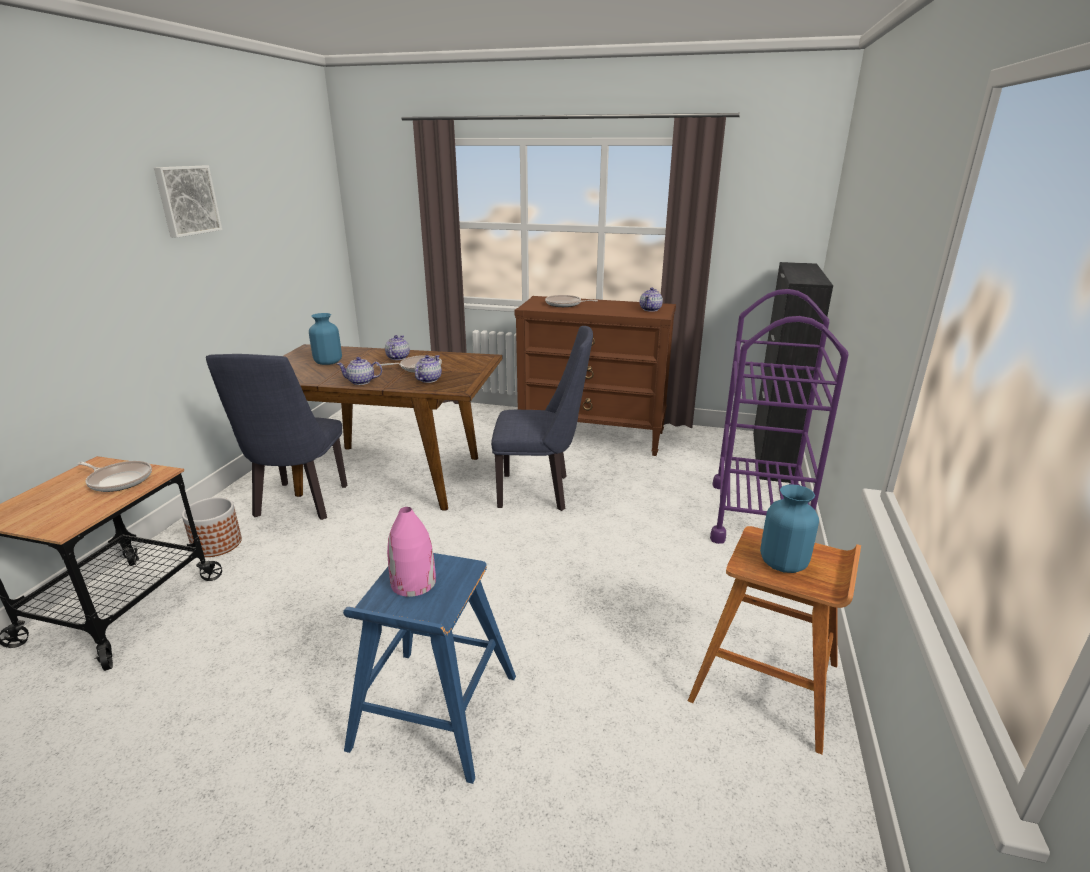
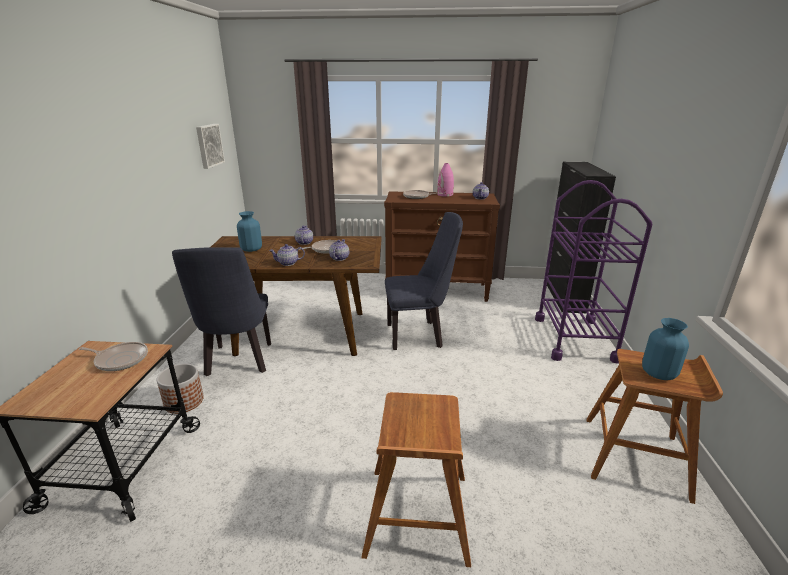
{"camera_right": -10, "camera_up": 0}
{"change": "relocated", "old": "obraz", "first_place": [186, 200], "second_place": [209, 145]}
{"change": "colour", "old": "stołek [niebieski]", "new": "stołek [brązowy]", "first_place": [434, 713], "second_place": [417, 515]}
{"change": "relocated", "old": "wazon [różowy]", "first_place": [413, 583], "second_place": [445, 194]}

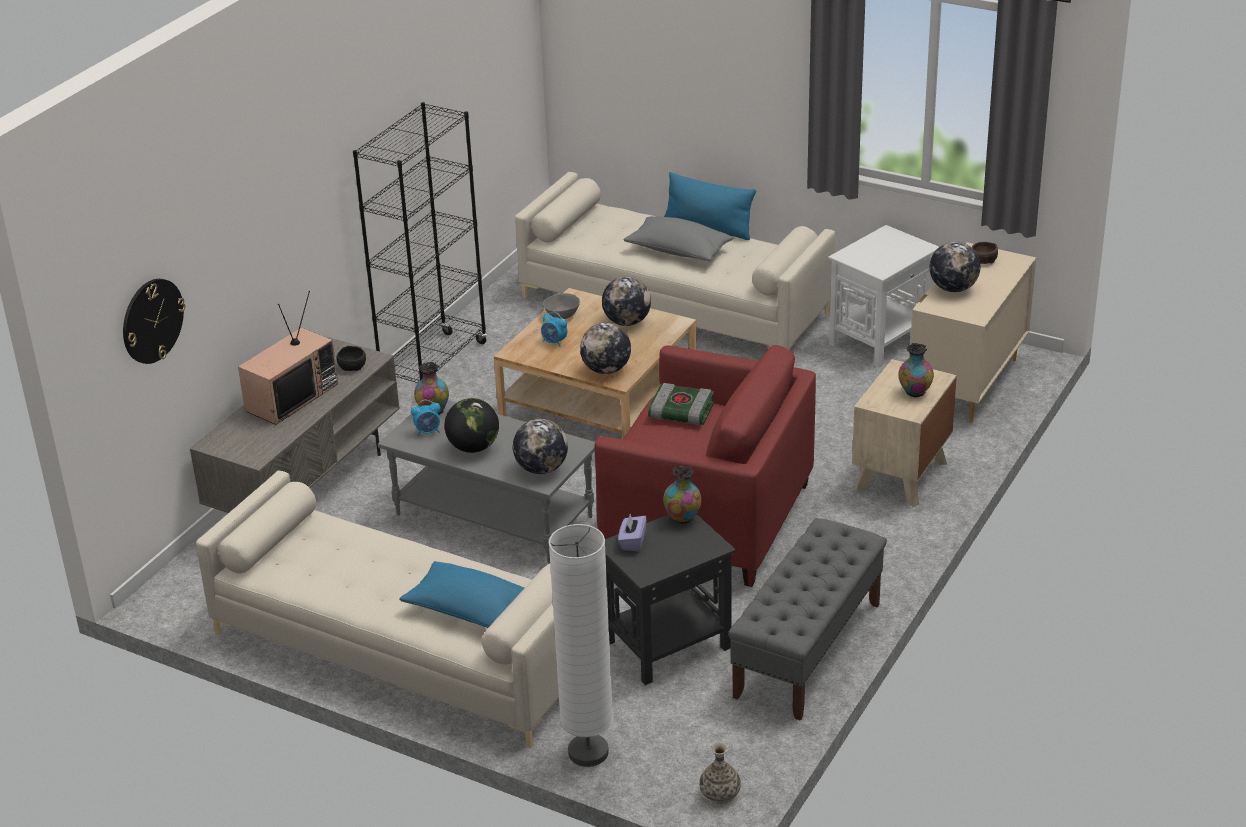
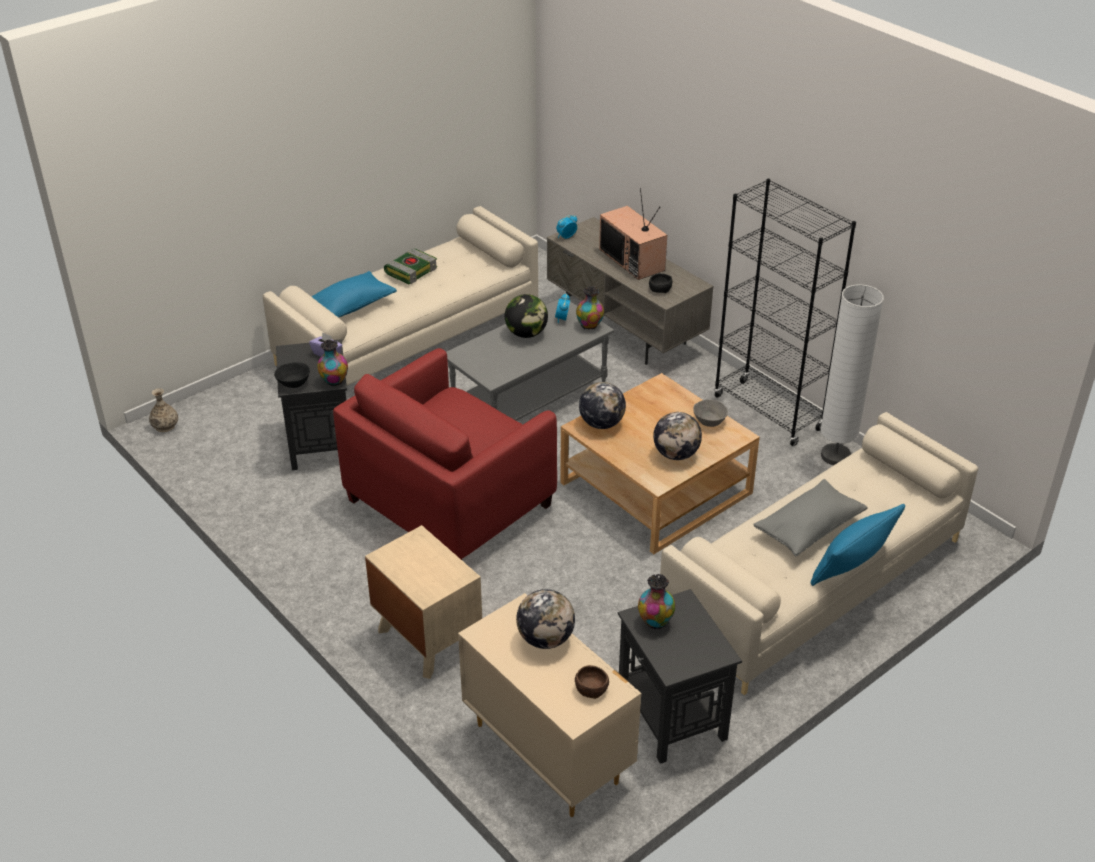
{"camera_right": 110, "camera_up": 5}
{"change": "missing", "old": "zegar ścienny", "first_place": [152, 320]}
{"change": "missing", "old": "globus", "first_place": [541, 469]}
{"change": "relocated", "old": "budzik", "first_place": [554, 342], "second_place": [566, 237]}
{"change": "relocated", "old": "lampa stojąca [biały]", "first_place": [588, 752], "second_place": [835, 456]}
{"change": "relocated", "old": "książka", "first_place": [680, 412], "second_place": [411, 270]}
{"change": "missing", "old": "ławka [szary]", "first_place": [808, 650]}
{"change": "colour", "old": "stolik [biały]", "new": "stolik [czarny]", "first_place": [881, 339], "second_place": [672, 717]}
{"change": "relocated", "old": "wazon", "first_place": [914, 392], "second_place": [655, 621]}
{"change": "appeared", "new": "miska [czarny]", "second_place": [294, 383]}

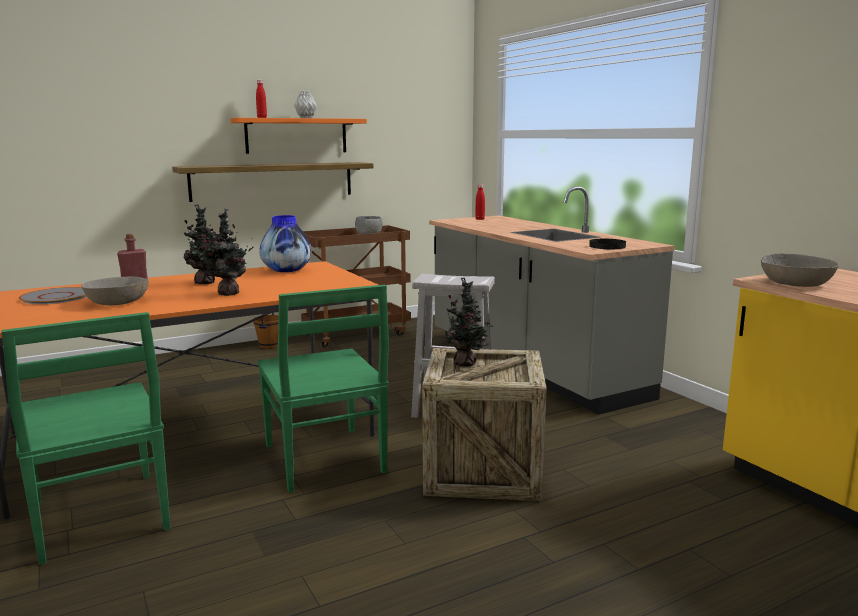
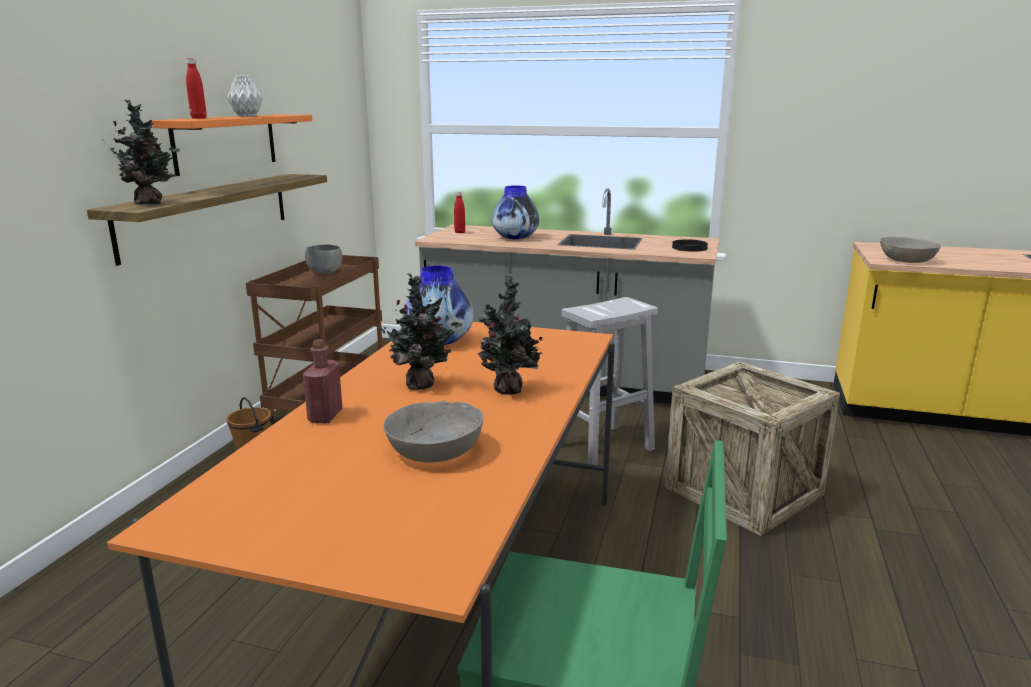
{"camera_right": -45, "camera_up": 5}
{"change": "missing", "old": "talerz [szary]", "first_place": [56, 297]}
{"change": "missing", "old": "krzesło [zielony]", "first_place": [324, 460]}
{"change": "relocated", "old": "roślina doniczkowa", "first_place": [467, 364], "second_place": [151, 203]}
{"change": "appeared", "new": "wazon", "second_place": [515, 238]}

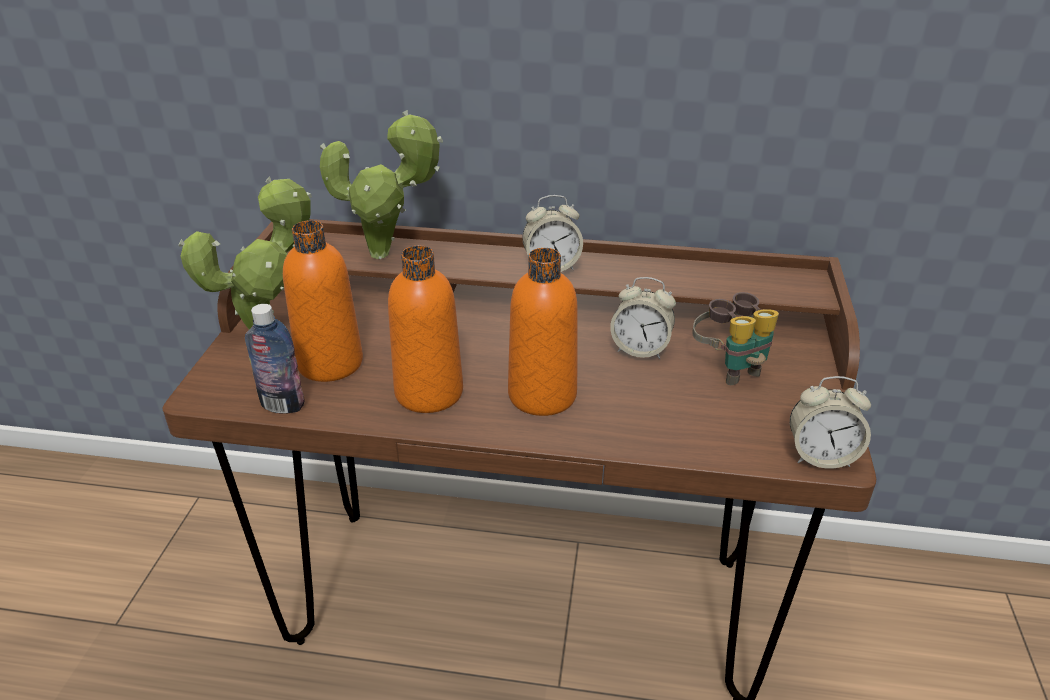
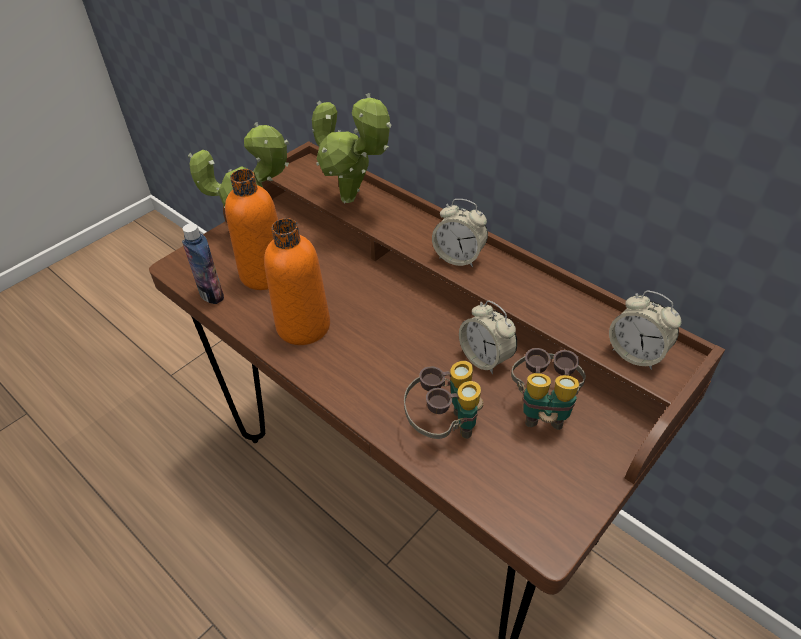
{"camera_right": 35, "camera_up": 10}
{"change": "missing", "old": "butelka [pomarańczowy]", "first_place": [542, 395]}
{"change": "relocated", "old": "budzik", "first_place": [820, 456], "second_place": [636, 353]}
{"change": "appeared", "new": "lornetka", "second_place": [443, 427]}

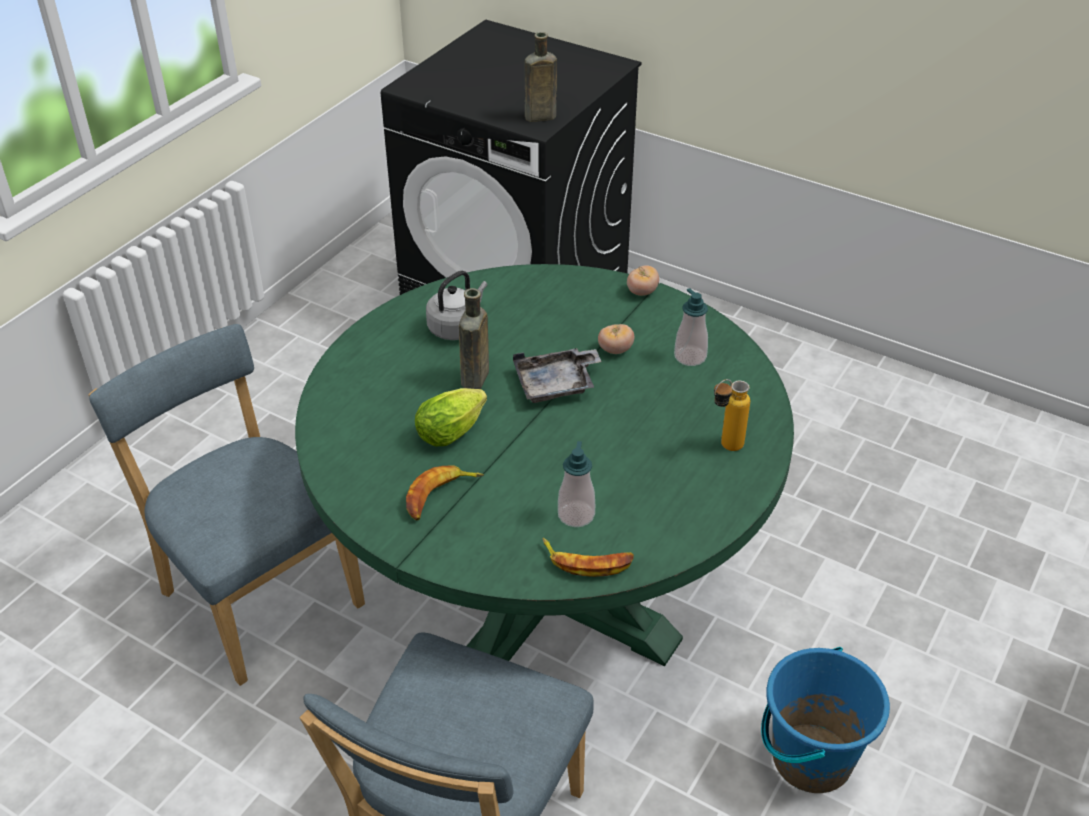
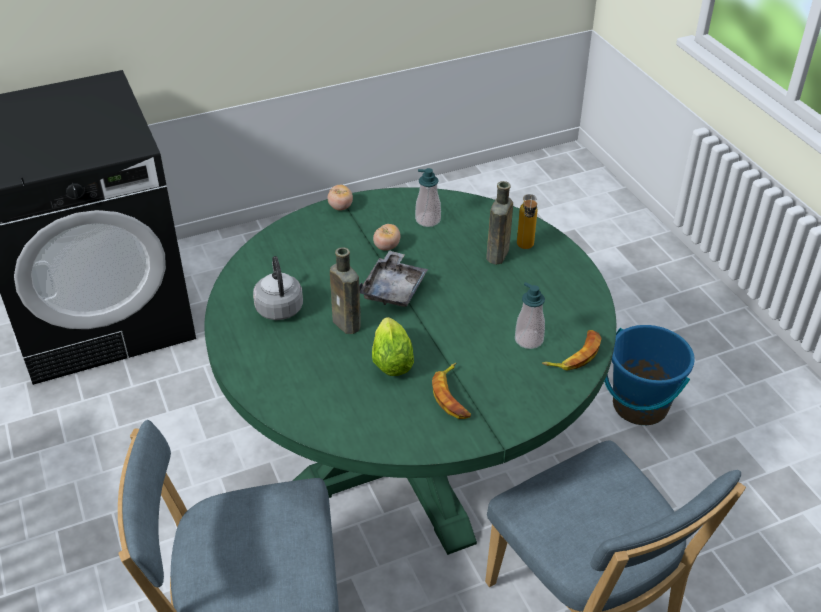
{"camera_right": -55, "camera_up": 0}
{"change": "relocated", "old": "butelka [brązowy]", "first_place": [538, 117], "second_place": [497, 256]}

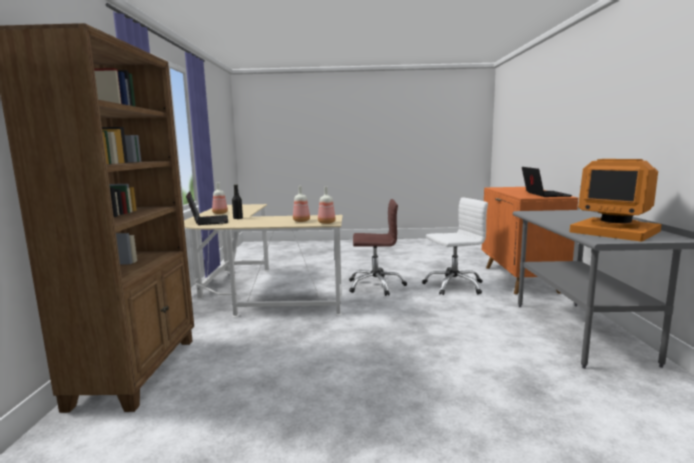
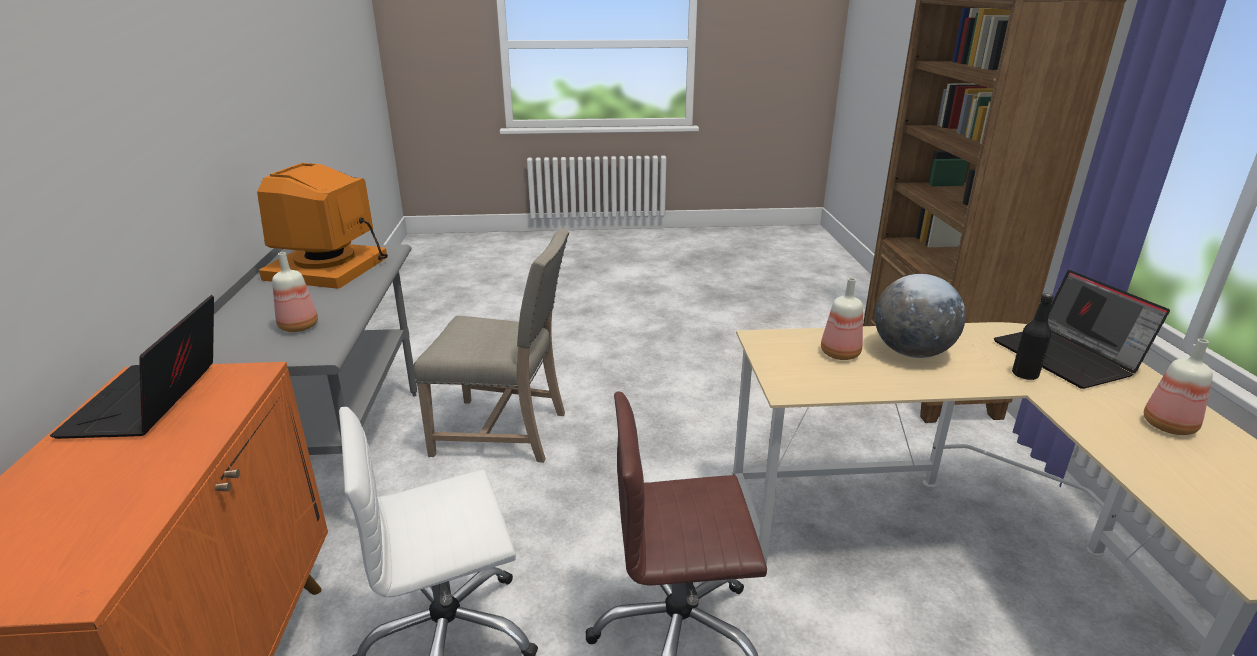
{"camera_right": 175, "camera_up": 15}
{"change": "relocated", "old": "butelka", "first_place": [326, 223], "second_place": [300, 326]}
{"change": "spun", "old": "monitor", "first_place": [615, 231], "second_place": [328, 268], "degrees": -120}
{"change": "appeared", "new": "krzesło [beżowy]", "second_place": [505, 432]}
{"change": "appeared", "new": "globus", "second_place": [911, 352]}

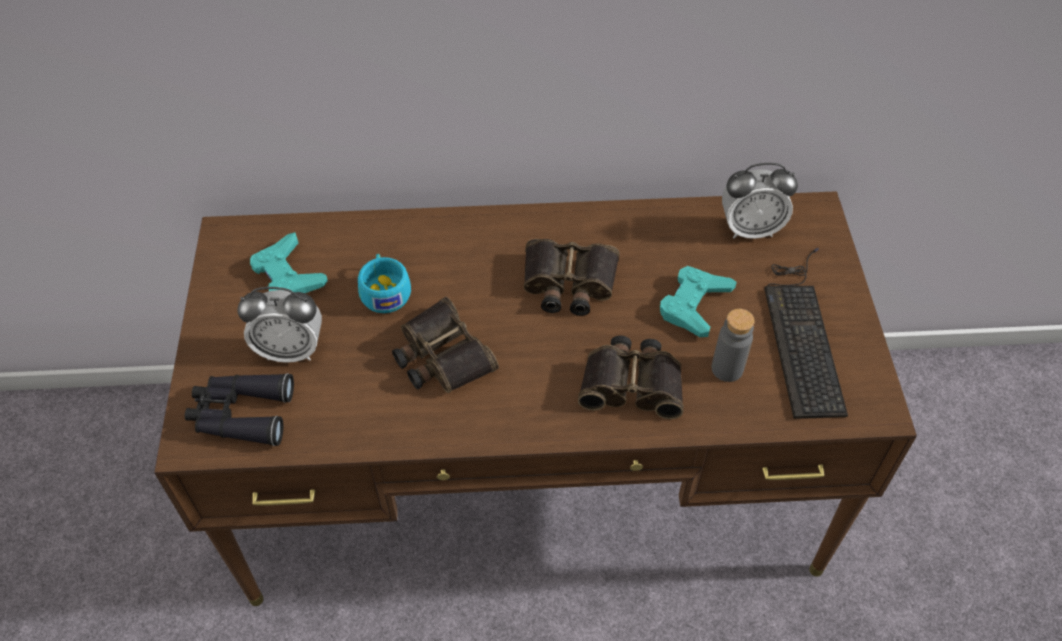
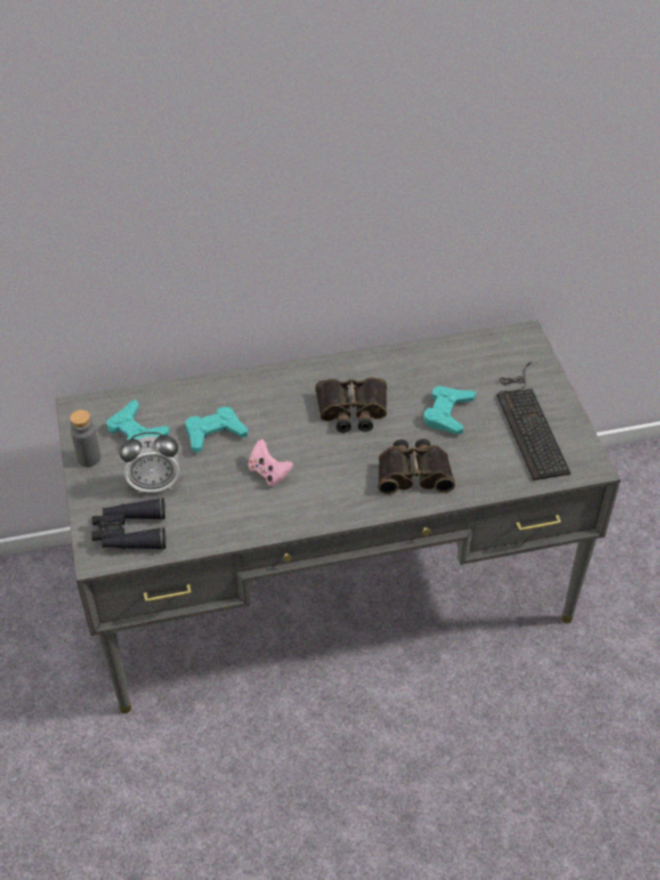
{"camera_right": -10, "camera_up": -5}
{"change": "colour", "old": "biurko [brązowy]", "new": "biurko [szary]", "first_place": [531, 478], "second_place": [330, 585]}
{"change": "exchanged", "old": "filiżanka [turkusowy]", "new": "pad do gier [turkusowy]", "first_place": [385, 291], "second_place": [214, 433]}
{"change": "exchanged", "old": "lornetka", "new": "pad do gier [różowy]", "first_place": [441, 356], "second_place": [269, 473]}
{"change": "relocated", "old": "butelka [szary]", "first_place": [727, 368], "second_place": [89, 458]}
{"change": "missing", "old": "budzik", "first_place": [750, 229]}

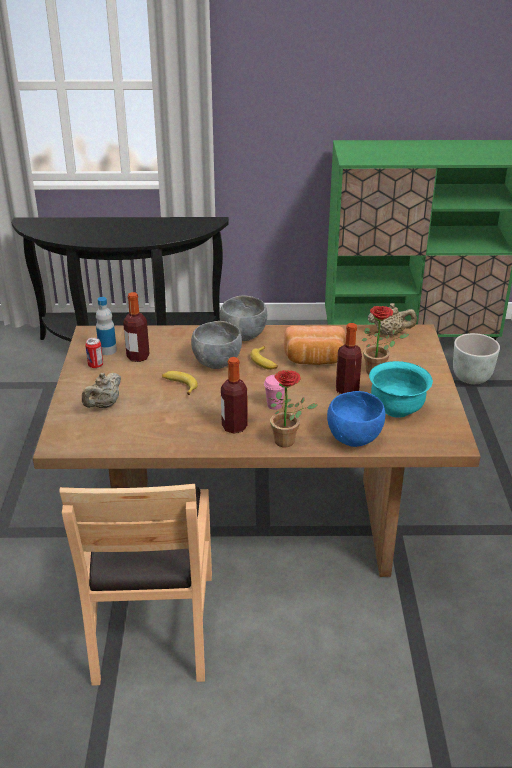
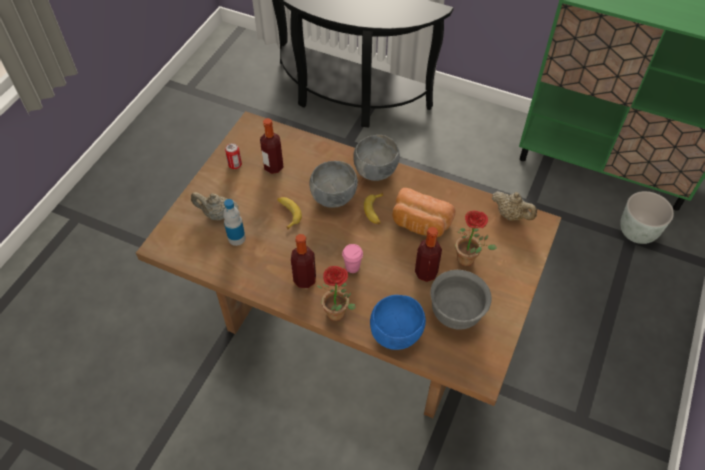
{"camera_right": 25, "camera_up": 20}
{"change": "missing", "old": "krzesło [brązowy]", "first_place": [152, 625]}
{"change": "spun", "old": "imbryk [beżowy]", "first_place": [104, 405], "second_place": [217, 214], "degrees": 45}
{"change": "relocated", "old": "butelka", "first_place": [107, 350], "second_place": [236, 238]}
{"change": "colour", "old": "miska [turkusowy]", "new": "miska [szary]", "first_place": [397, 409], "second_place": [456, 314]}

